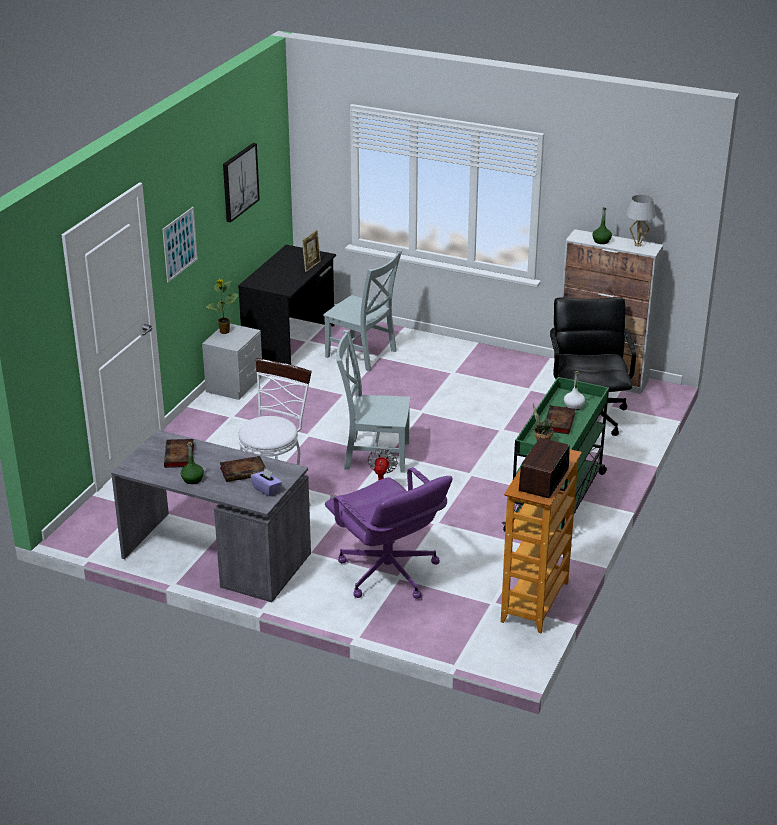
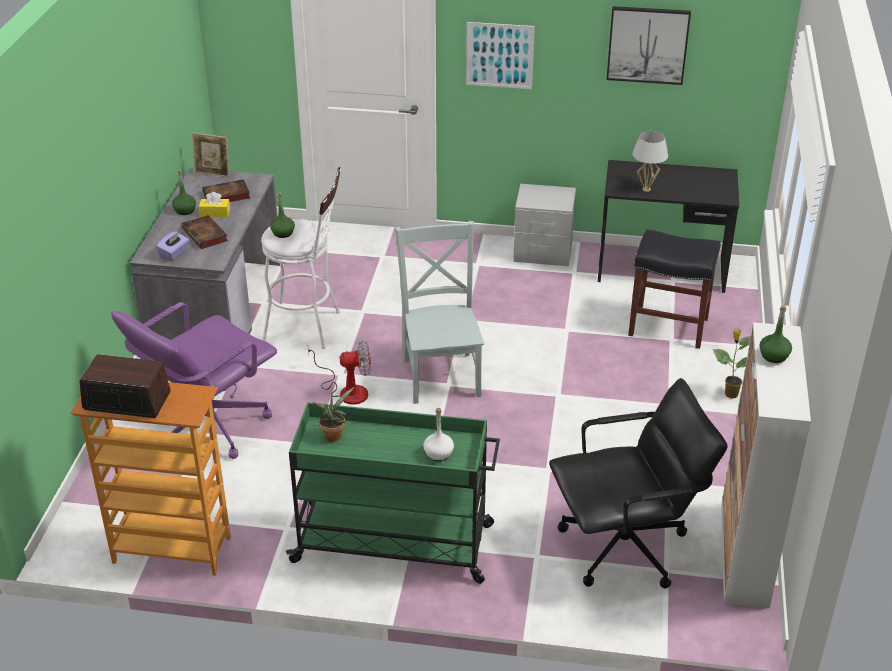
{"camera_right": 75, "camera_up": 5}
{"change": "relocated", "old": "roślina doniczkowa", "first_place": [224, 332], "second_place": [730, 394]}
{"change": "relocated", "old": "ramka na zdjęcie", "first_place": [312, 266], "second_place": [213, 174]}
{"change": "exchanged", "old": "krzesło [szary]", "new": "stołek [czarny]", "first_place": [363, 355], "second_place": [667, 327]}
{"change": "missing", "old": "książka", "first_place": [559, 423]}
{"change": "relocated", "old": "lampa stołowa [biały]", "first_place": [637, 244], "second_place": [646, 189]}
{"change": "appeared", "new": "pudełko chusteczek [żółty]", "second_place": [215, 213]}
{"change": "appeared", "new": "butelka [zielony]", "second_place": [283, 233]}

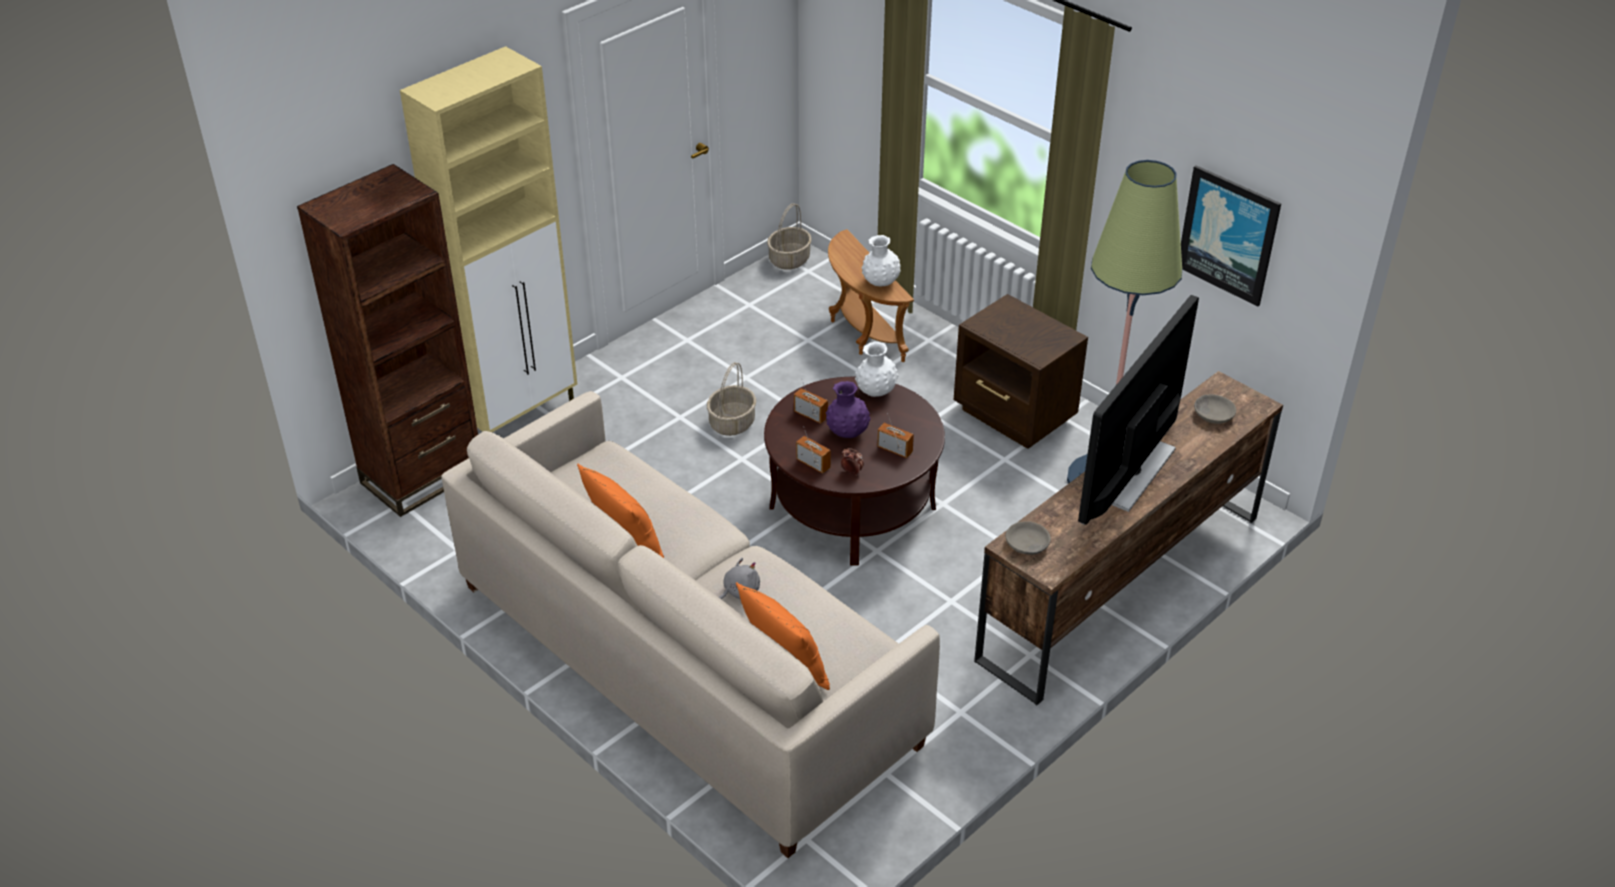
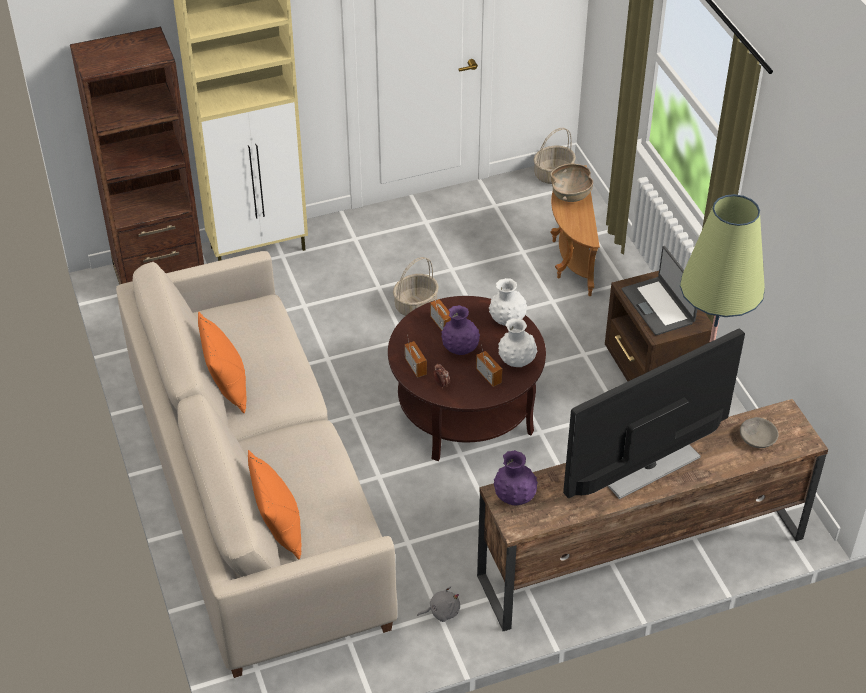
{"camera_right": 25, "camera_up": 5}
{"change": "relocated", "old": "pluszak [szary]", "first_place": [739, 592], "second_place": [442, 611]}
{"change": "relocated", "old": "wazon [biały]", "first_place": [880, 283], "second_place": [516, 362]}
{"change": "exchanged", "old": "miska [szary]", "new": "wazon [fioletowy]", "first_place": [1027, 544], "second_place": [514, 498]}
{"change": "missing", "old": "obraz", "first_place": [1229, 234]}
{"change": "appeared", "new": "miska [brązowy]", "second_place": [571, 194]}
{"change": "appeared", "new": "laptop", "second_place": [658, 306]}

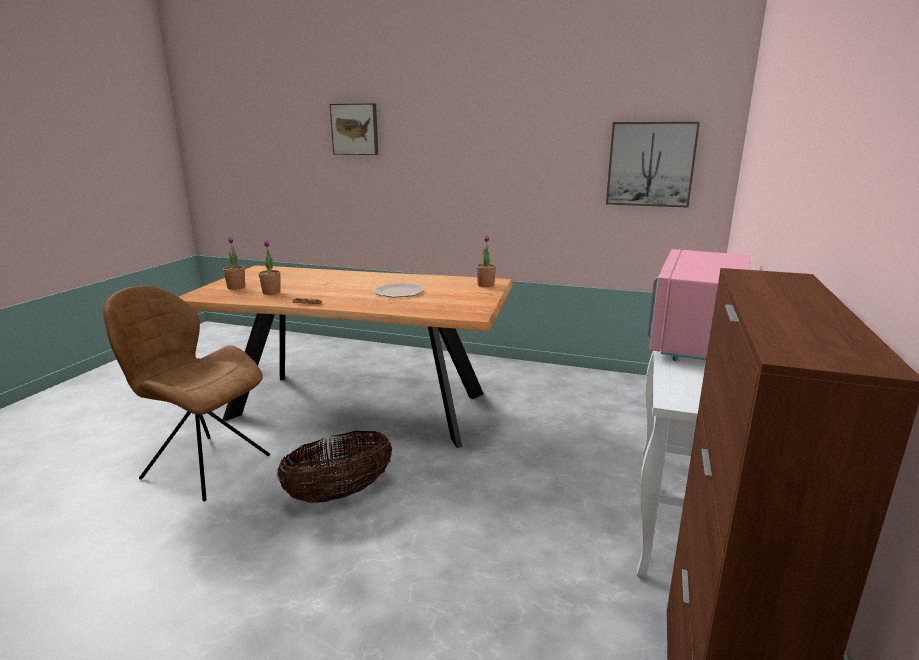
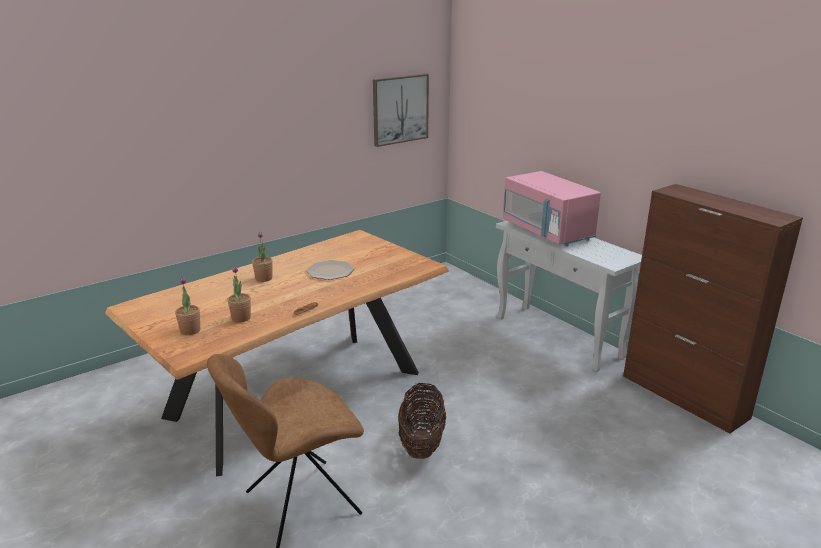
{"camera_right": -55, "camera_up": 5}
{"change": "missing", "old": "obraz", "first_place": [355, 129]}
{"change": "relocated", "old": "roślina doniczkowa", "first_place": [485, 285], "second_place": [264, 278]}

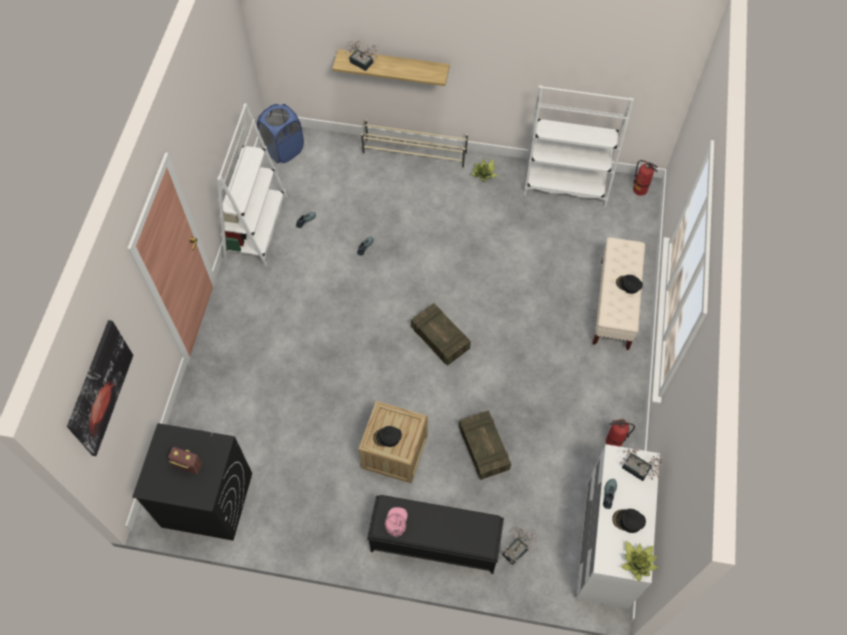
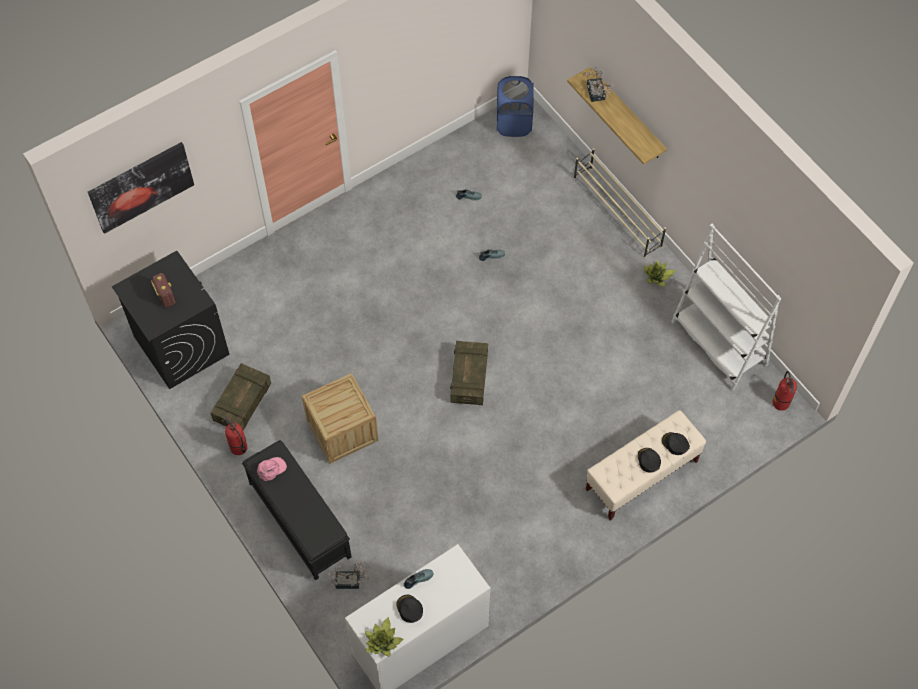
{"camera_right": 45, "camera_up": 0}
{"change": "missing", "old": "regał [biały]", "first_place": [256, 228]}
{"change": "relocated", "old": "czapka z daszkiem [czarny]", "first_place": [387, 437], "second_place": [675, 444]}
{"change": "relocated", "old": "skrzynka", "first_place": [483, 448], "second_place": [242, 403]}
{"change": "relocated", "old": "gaśnica", "first_place": [613, 442], "second_place": [238, 447]}
{"change": "missing", "old": "roślina doniczkowa", "first_place": [639, 470]}

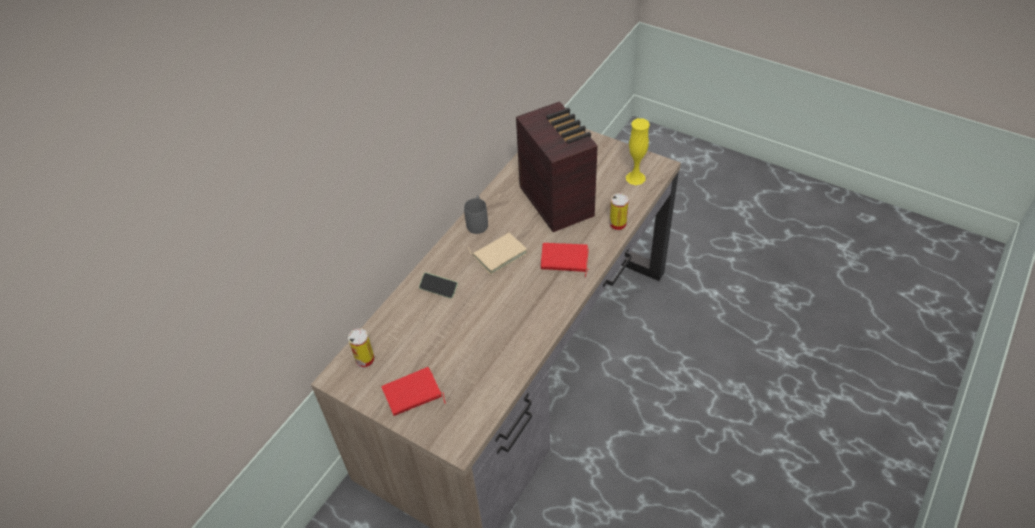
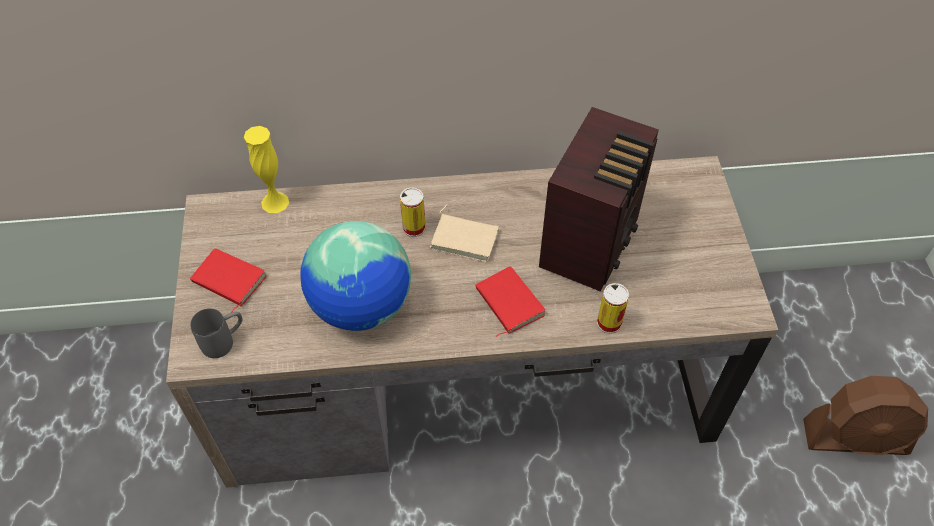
{"camera_right": 50, "camera_up": 5}
{"change": "relocated", "old": "puszka", "first_place": [365, 360], "second_place": [414, 228]}
{"change": "missing", "old": "telefon", "first_place": [438, 288]}
{"change": "relocated", "old": "kubek [szary]", "first_place": [478, 222], "second_place": [224, 341]}
{"change": "relocated", "old": "wazon [żółty]", "first_place": [635, 178], "second_place": [275, 202]}
{"change": "appeared", "new": "globus", "second_place": [361, 306]}
{"change": "appeared", "new": "wentylator [brązowy]", "second_place": [855, 437]}

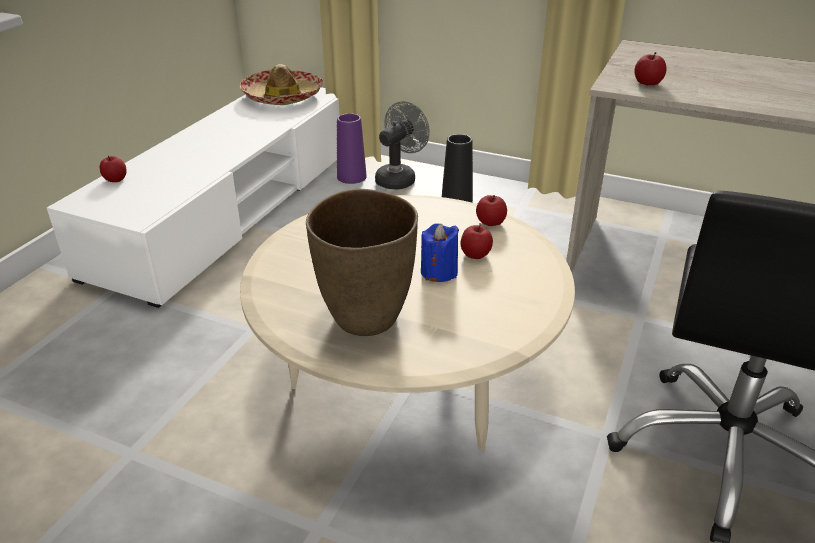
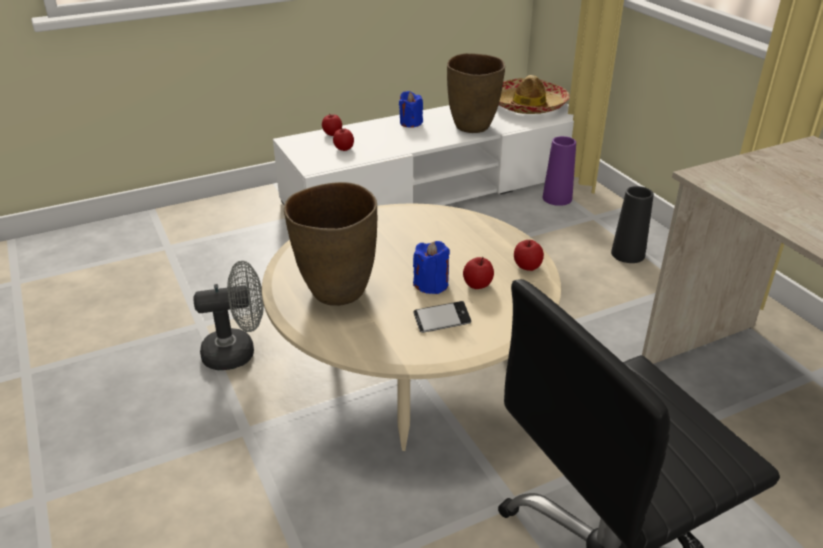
{"camera_right": 40, "camera_up": 0}
{"change": "relocated", "old": "wentylator [szary]", "first_place": [399, 178], "second_place": [237, 352]}
{"change": "relocated", "old": "jabłko", "first_place": [647, 83], "second_place": [344, 148]}
{"change": "appeared", "new": "świeca [niebieski]", "second_place": [410, 123]}
{"change": "appeared", "new": "telefon", "second_place": [442, 321]}
{"change": "appeared", "new": "wazon [brązowy]", "second_place": [473, 127]}

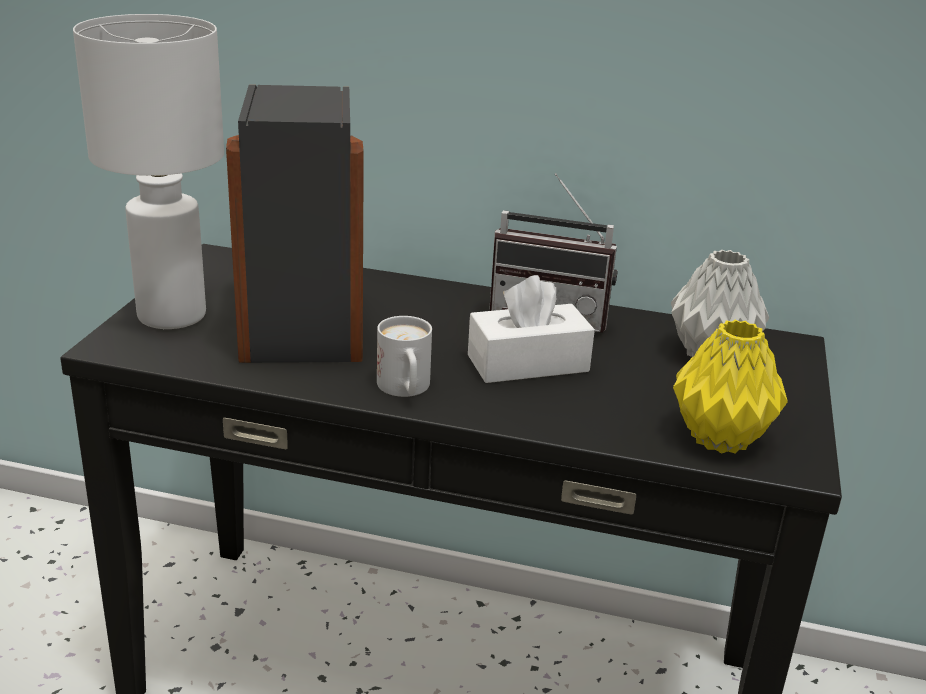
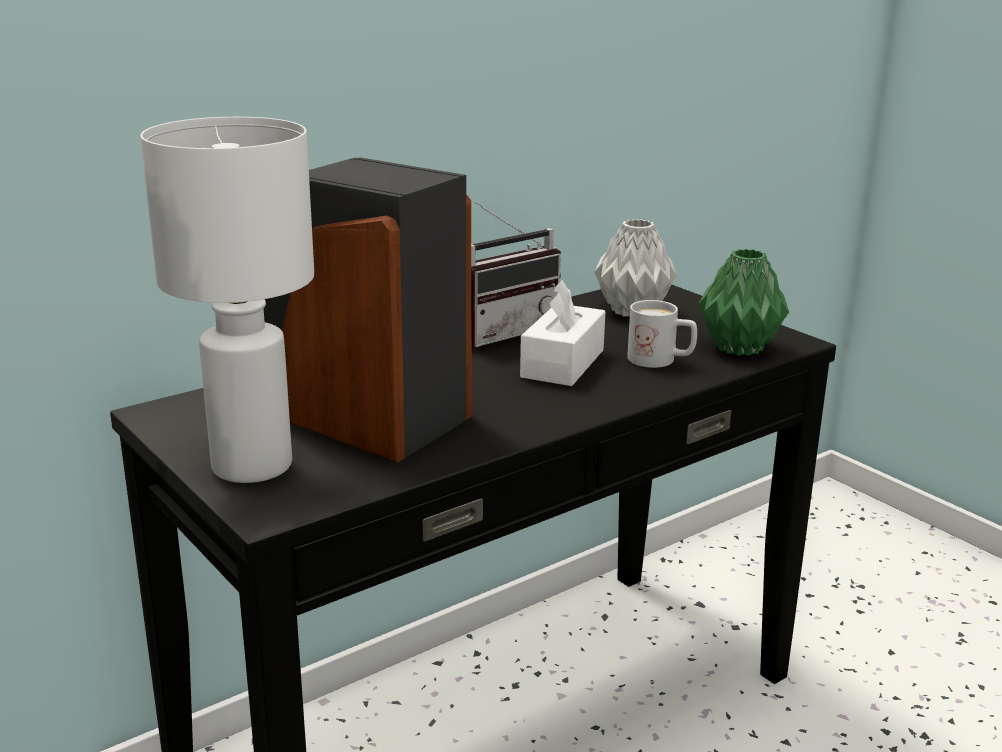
{"camera_right": -50, "camera_up": -5}
{"change": "relocated", "old": "kubek [biały]", "first_place": [405, 390], "second_place": [661, 361]}
{"change": "colour", "old": "wazon [żółty]", "new": "wazon [zielony]", "first_place": [719, 437], "second_place": [737, 347]}

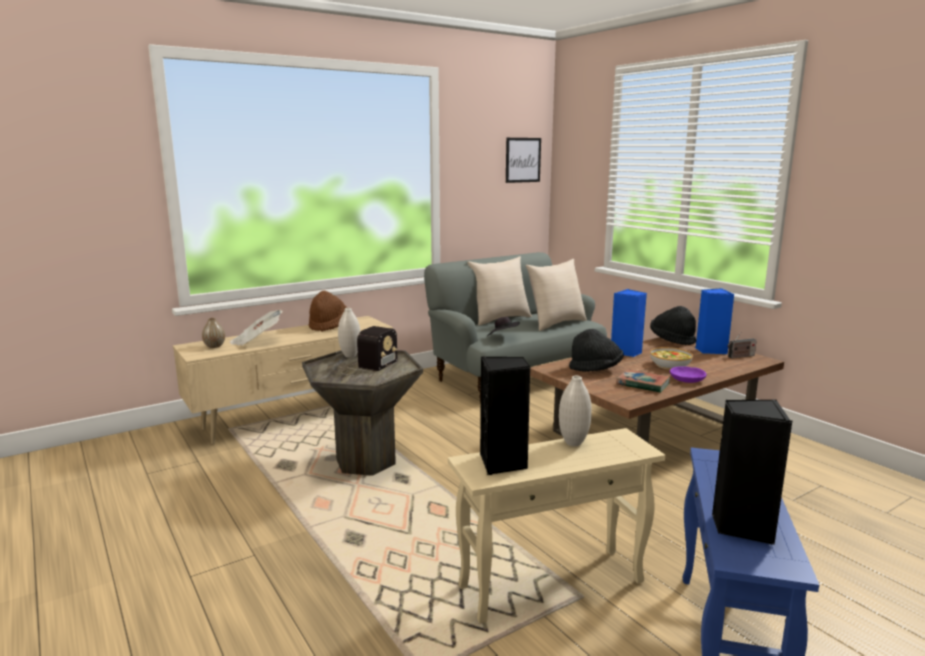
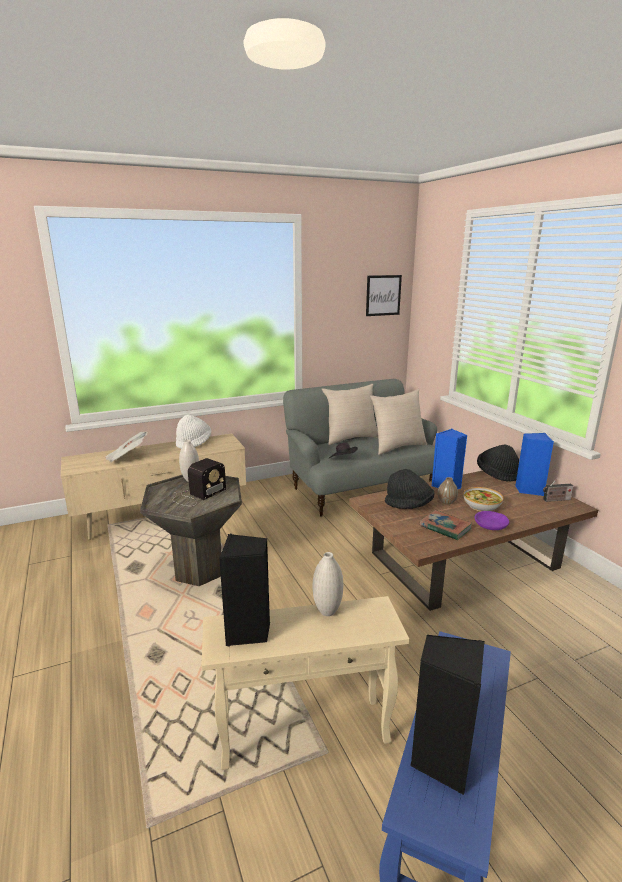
{"camera_right": 10, "camera_up": 5}
{"change": "relocated", "old": "wazon", "first_place": [214, 346], "second_place": [446, 502]}
{"change": "colour", "old": "kapelusz [brązowy]", "new": "kapelusz [biały]", "first_place": [328, 325], "second_place": [193, 443]}

